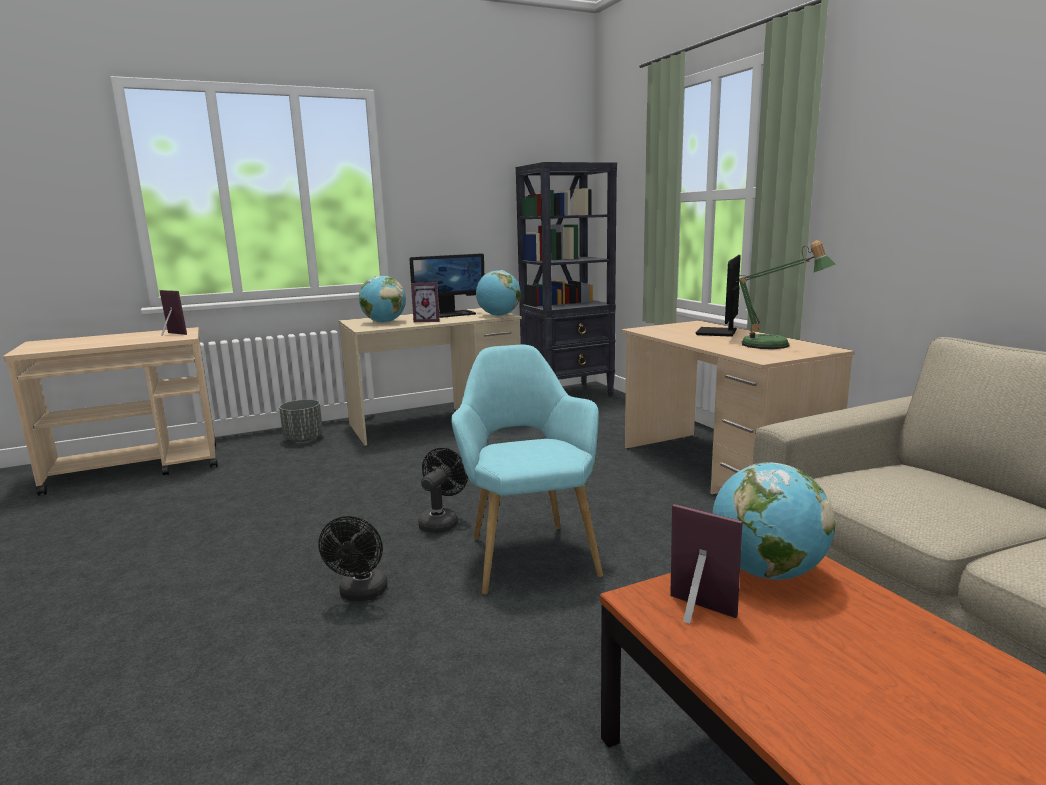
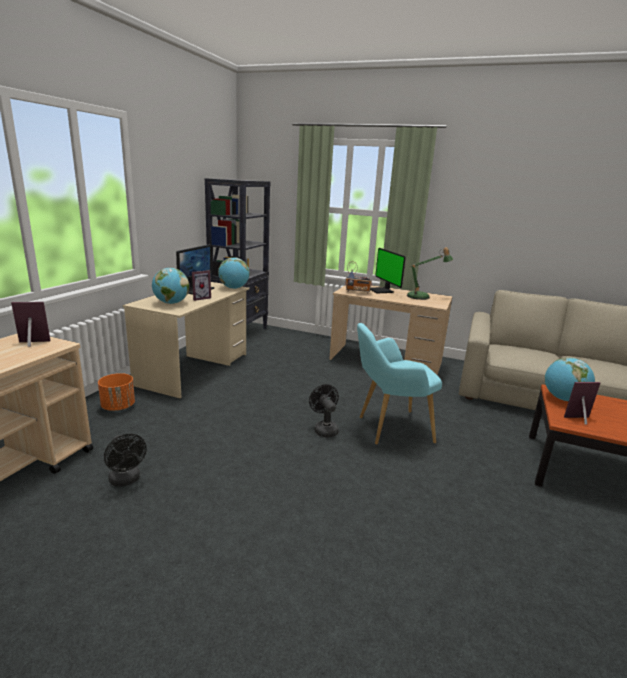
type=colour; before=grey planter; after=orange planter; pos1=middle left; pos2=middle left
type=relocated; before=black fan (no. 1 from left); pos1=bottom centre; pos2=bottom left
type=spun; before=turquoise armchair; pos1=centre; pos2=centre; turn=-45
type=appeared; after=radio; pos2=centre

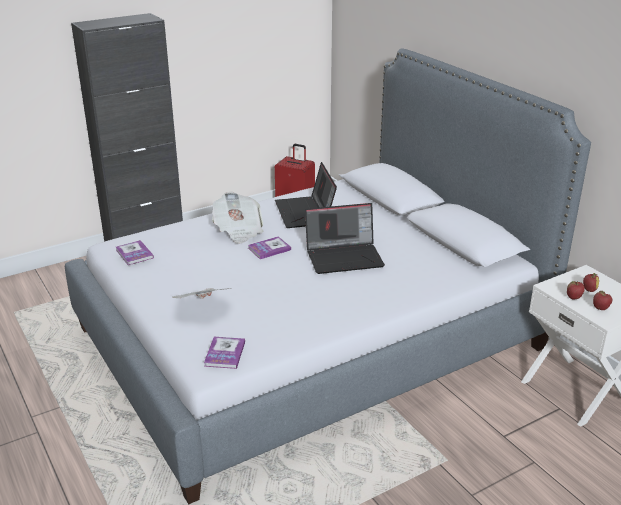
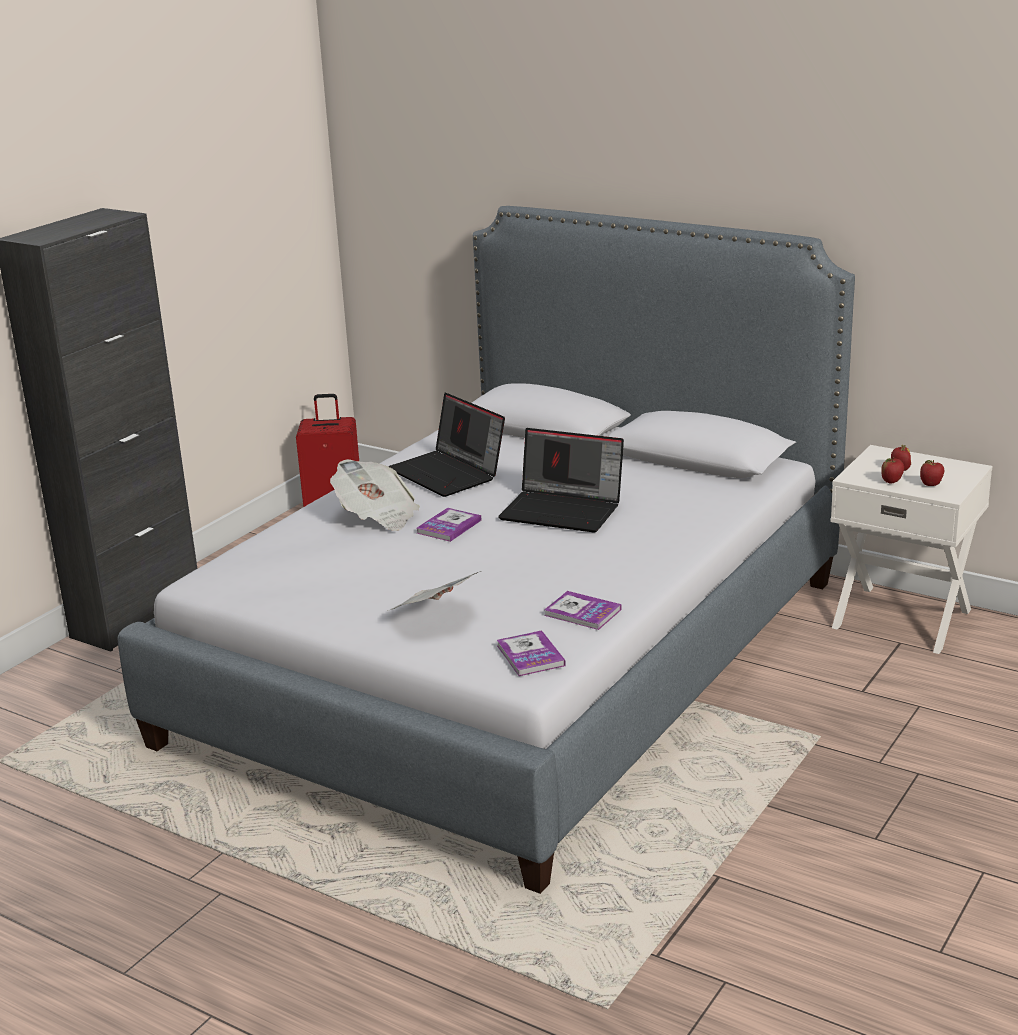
type=relocated; before=book (no. 1 from left in the first image); after=book (no. 3 from left); pos1=middle left; pos2=centre
type=spun; before=laptop (no. 2 from left); pos1=centre; pos2=centre; turn=60

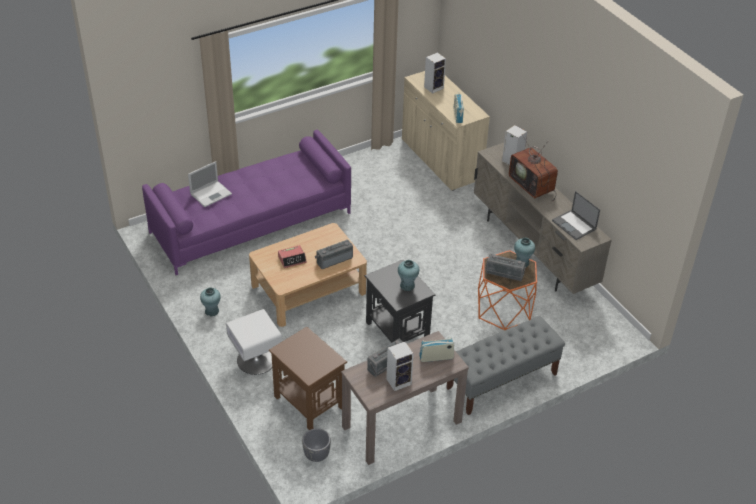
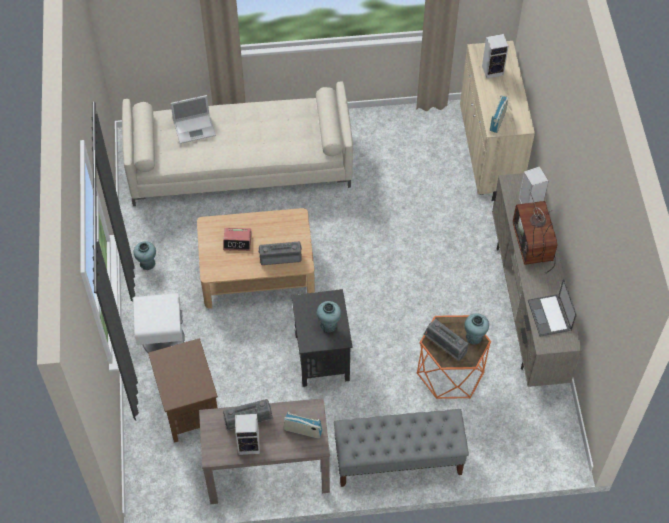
type=colour; before=purple sofa; after=beige sofa; pos1=middle left; pos2=top centre
type=missing; before=grey planter; pos1=bottom centre

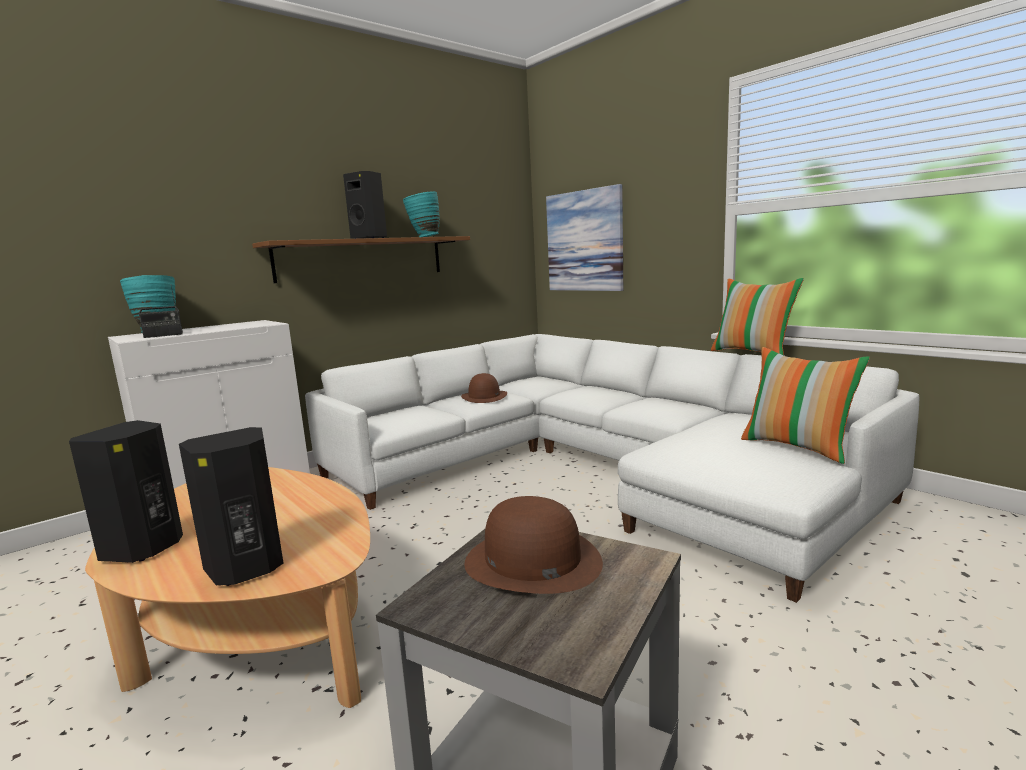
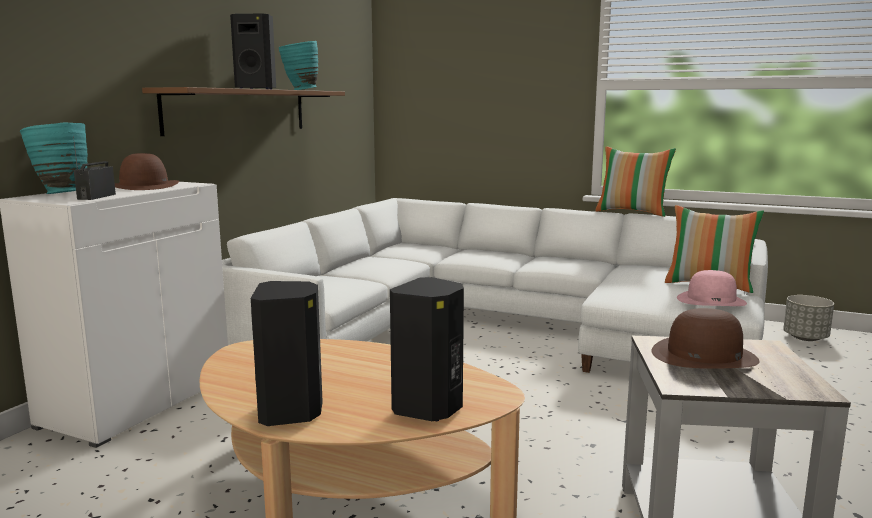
type=spun; before=radio; pos1=middle left; pos2=top left; turn=150
type=relocated; before=brown hat (no. 1 from left); pos1=centre; pos2=top left
type=missing; before=picture; pos1=top centre
type=appeared; after=pink hat; pos2=middle right
type=appeared; after=grey planter; pos2=middle right

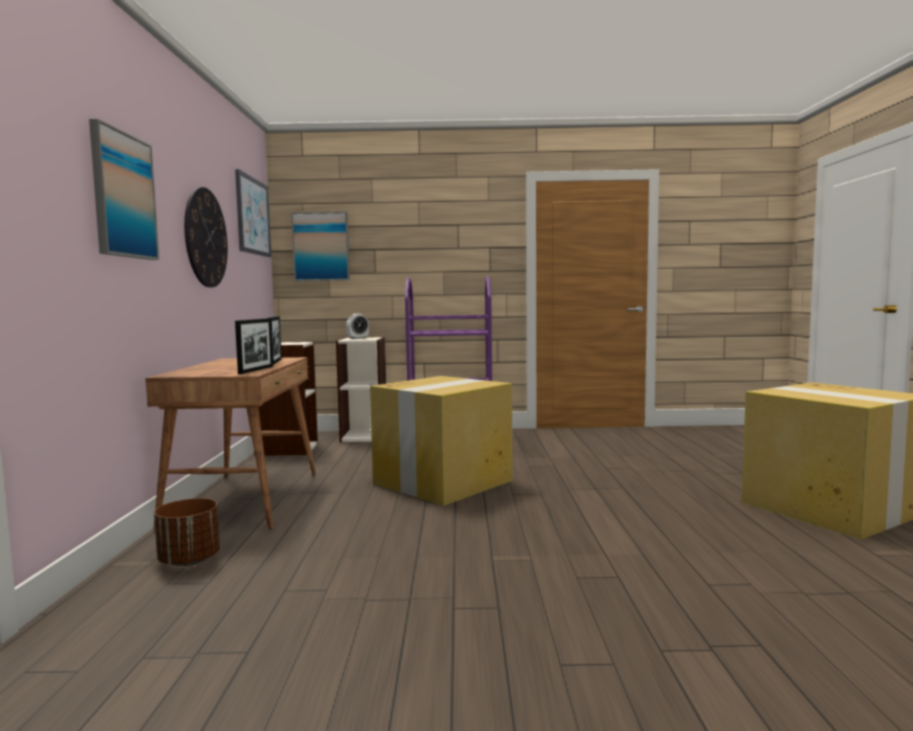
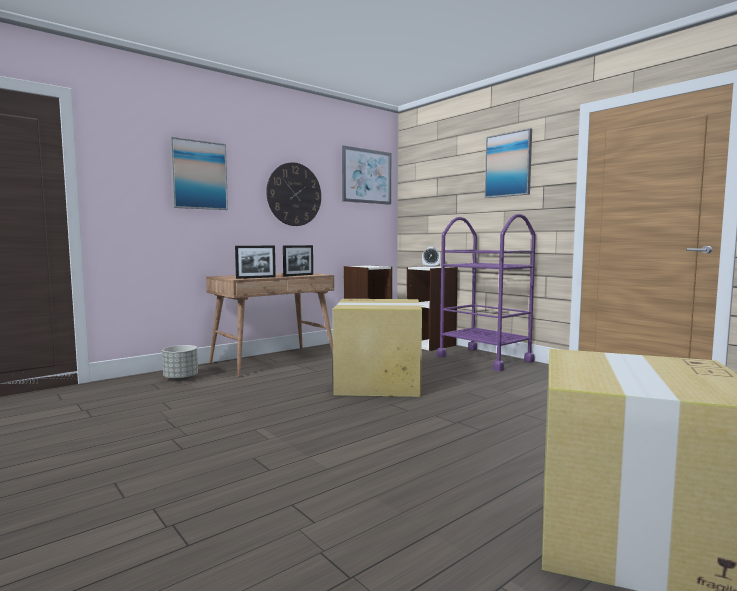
type=colour; before=brown planter; after=grey planter; pos1=bottom left; pos2=middle left
type=relocated; before=picture (no. 3 from left); pos1=centre; pos2=top right

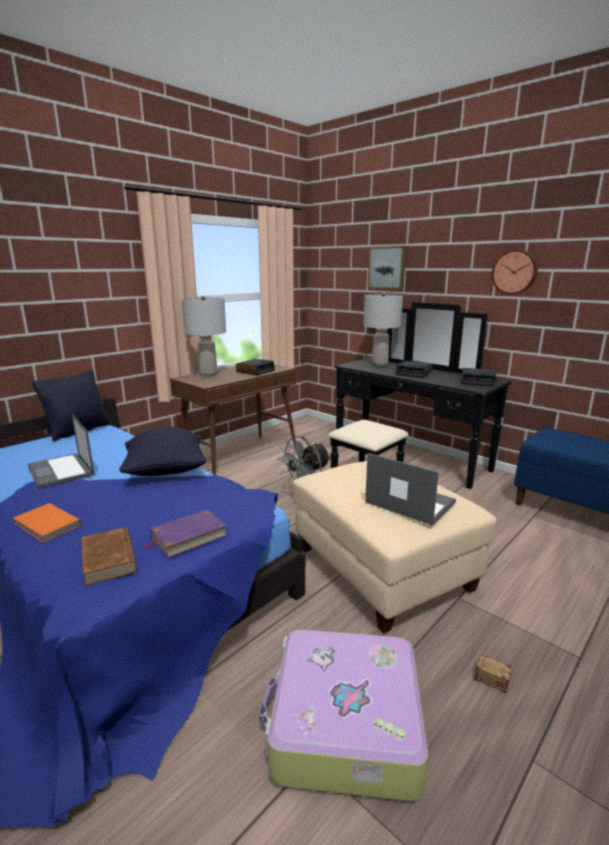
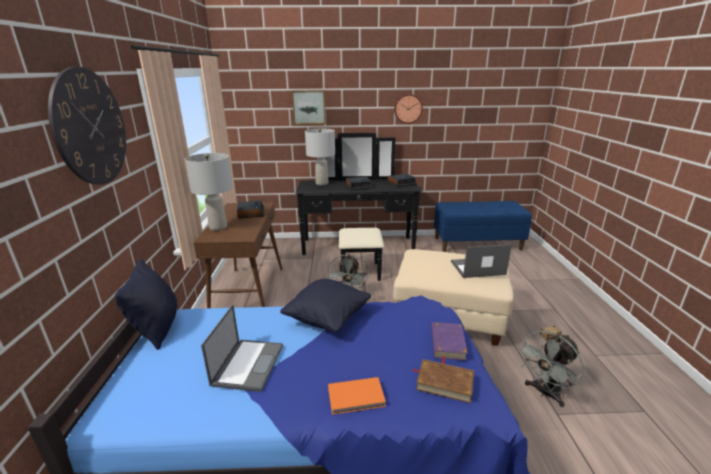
type=spun; before=laptop (no. 1 from left); pos1=middle left; pos2=bottom centre; turn=-90
type=exchanged; before=suitcase; after=grey fan (no. 2 from left); pos1=bottom centre; pos2=bottom right
type=appeared; after=wall clock (no. 1 from left); pos2=top left

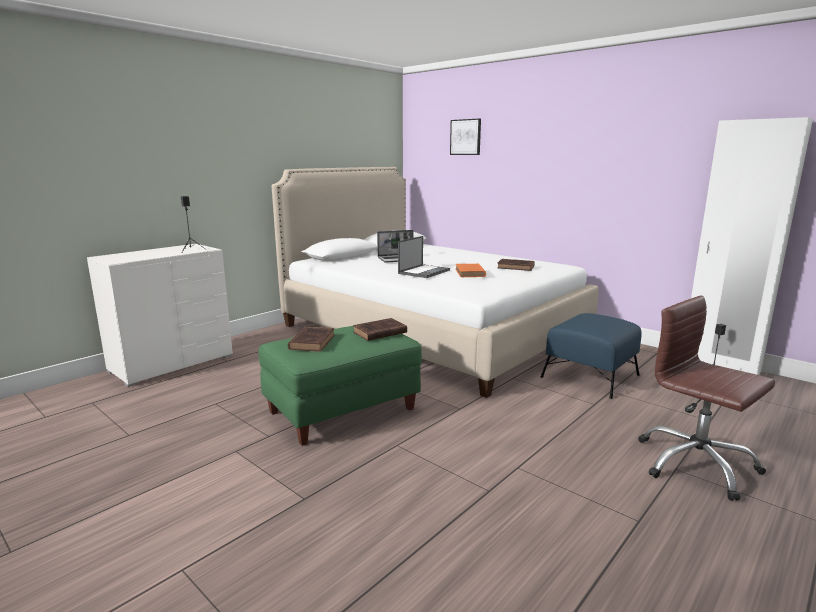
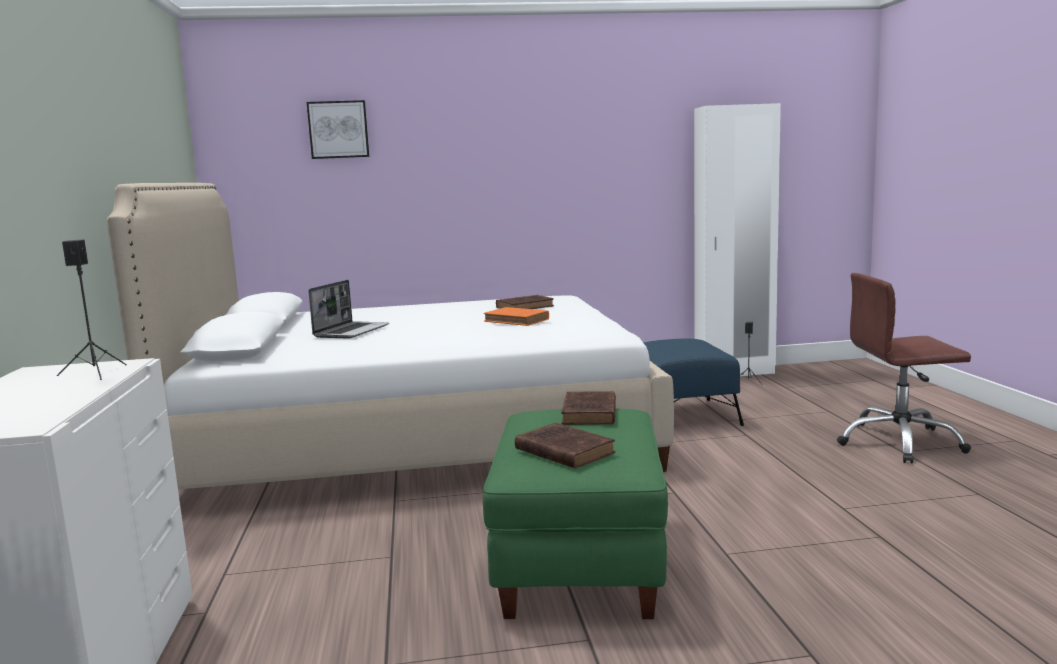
type=missing; before=laptop (no. 2 from left); pos1=centre

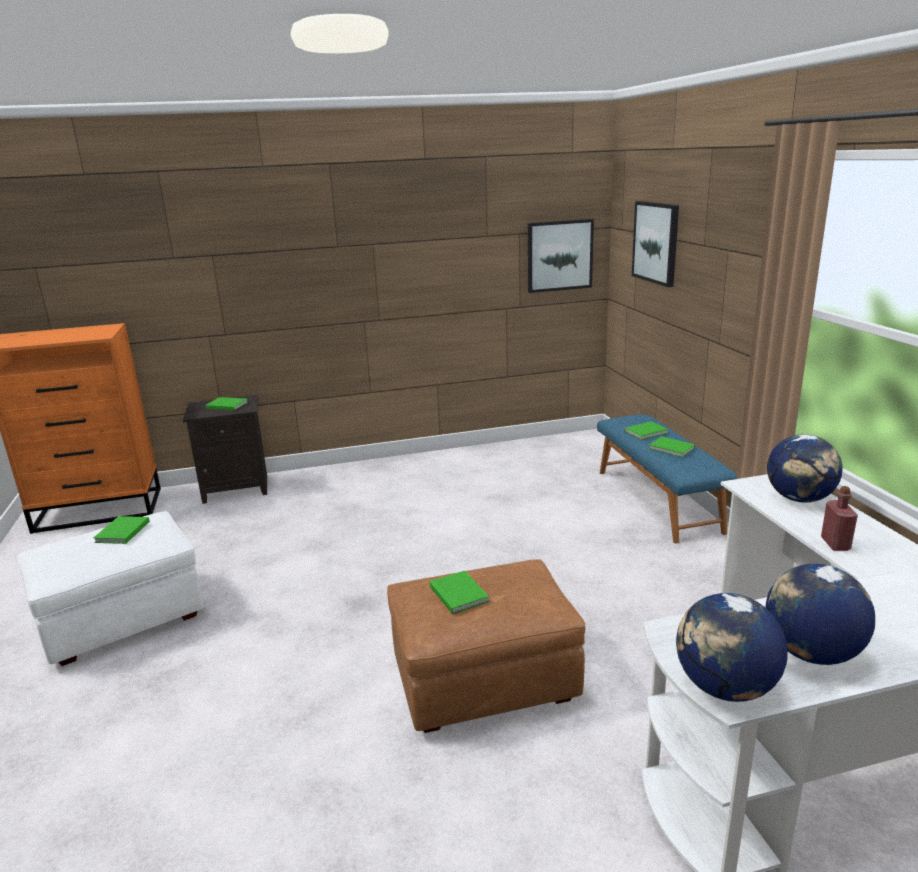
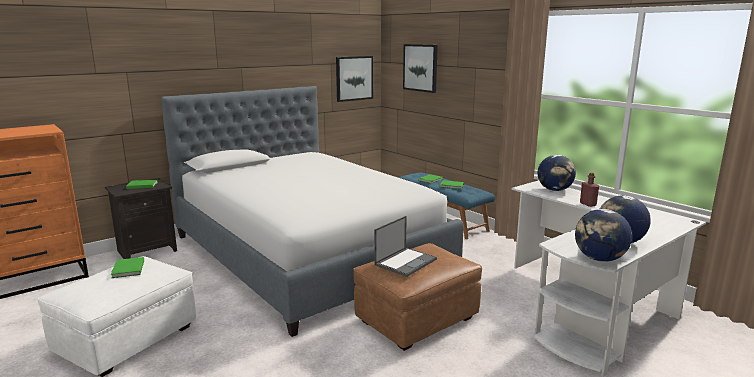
type=exchanged; before=green book (no. 3 from left); after=laptop; pos1=bottom centre; pos2=centre
type=appeared; after=bed; pos2=centre

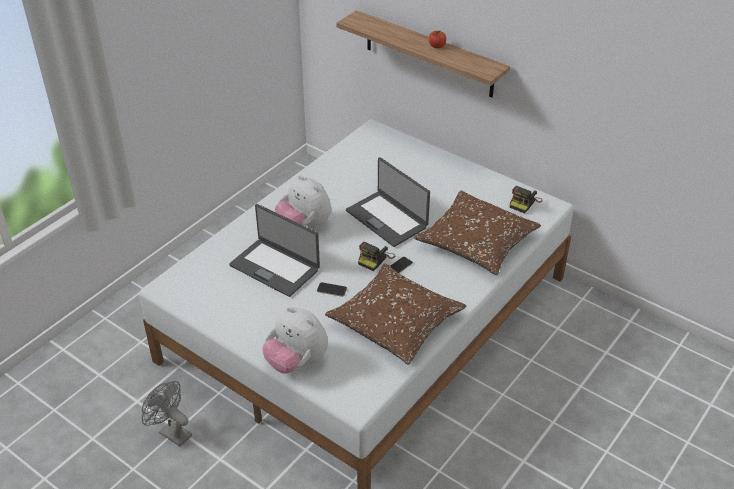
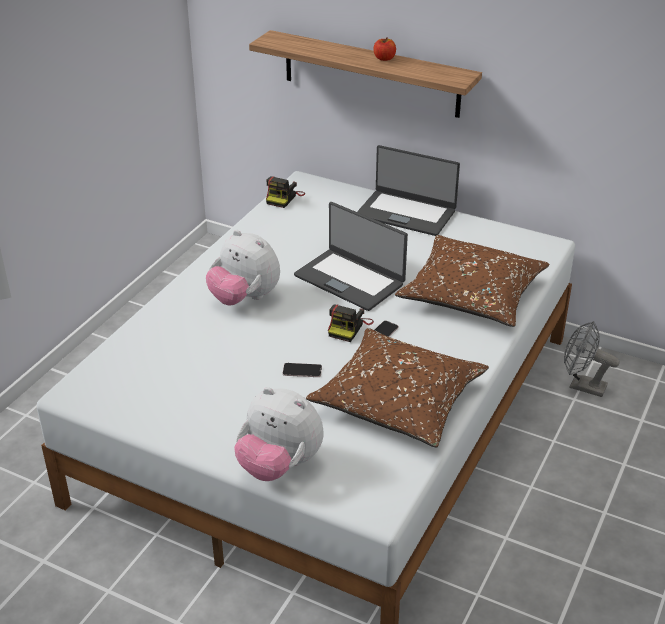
type=relocated; before=grey fan; pos1=bottom left; pos2=middle right
type=relocated; before=laptop (no. 1 from left in the first image); after=laptop (no. 2 from left); pos1=centre; pos2=top centre
type=relocated; before=photo camera (no. 2 from left in the first image); after=photo camera (no. 1 from left); pos1=middle right; pos2=top centre

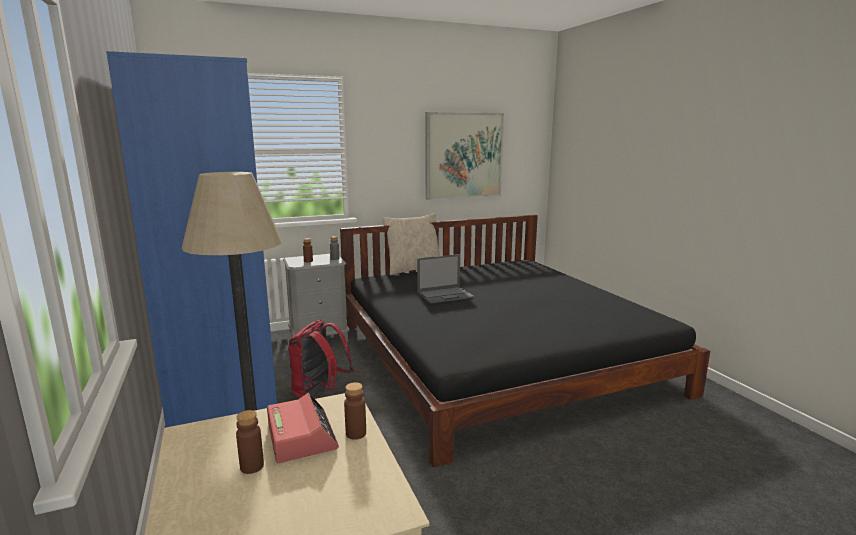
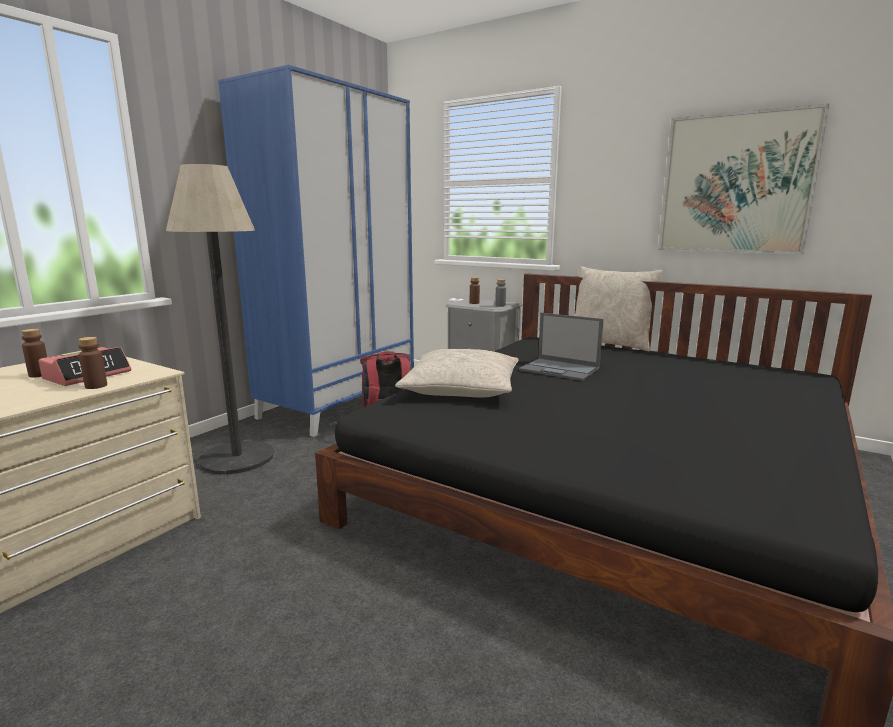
type=appeared; after=beige pillow (no. 1 from left); pos2=centre

